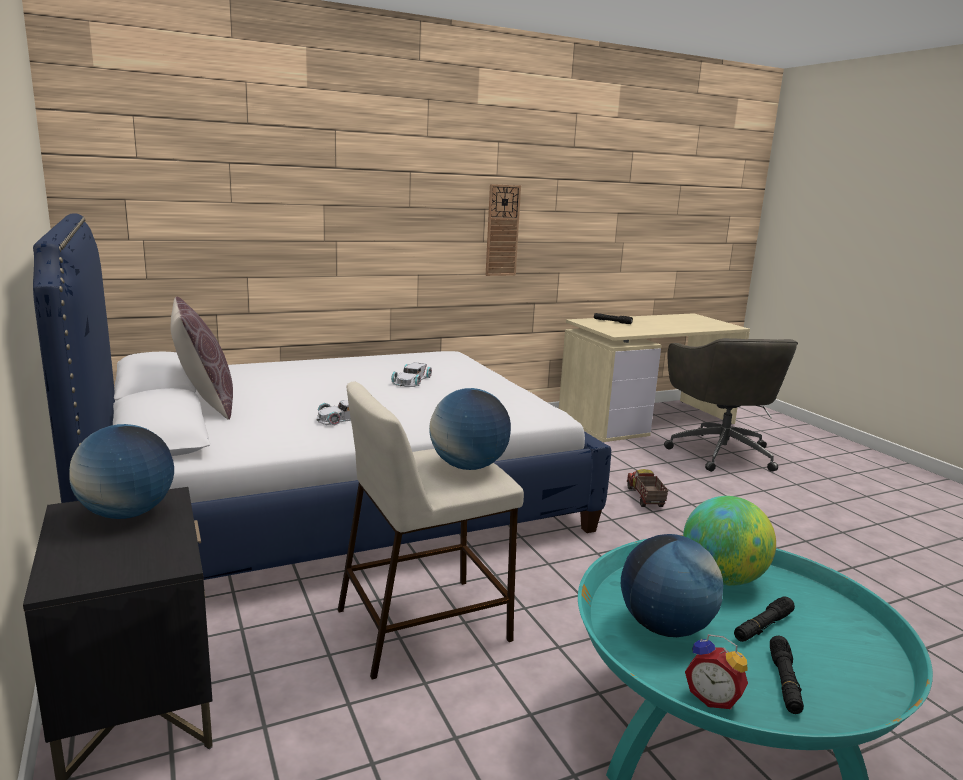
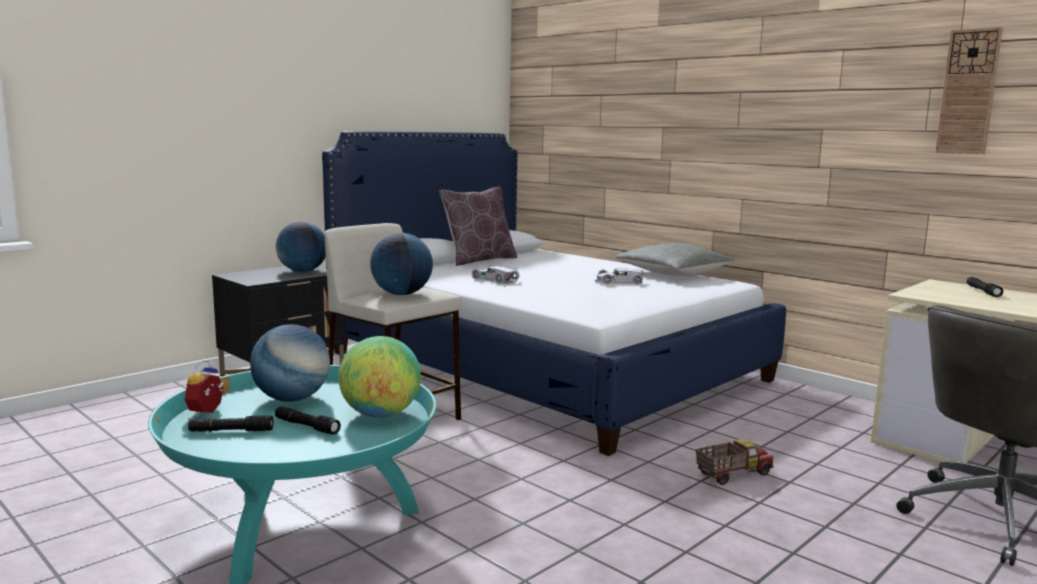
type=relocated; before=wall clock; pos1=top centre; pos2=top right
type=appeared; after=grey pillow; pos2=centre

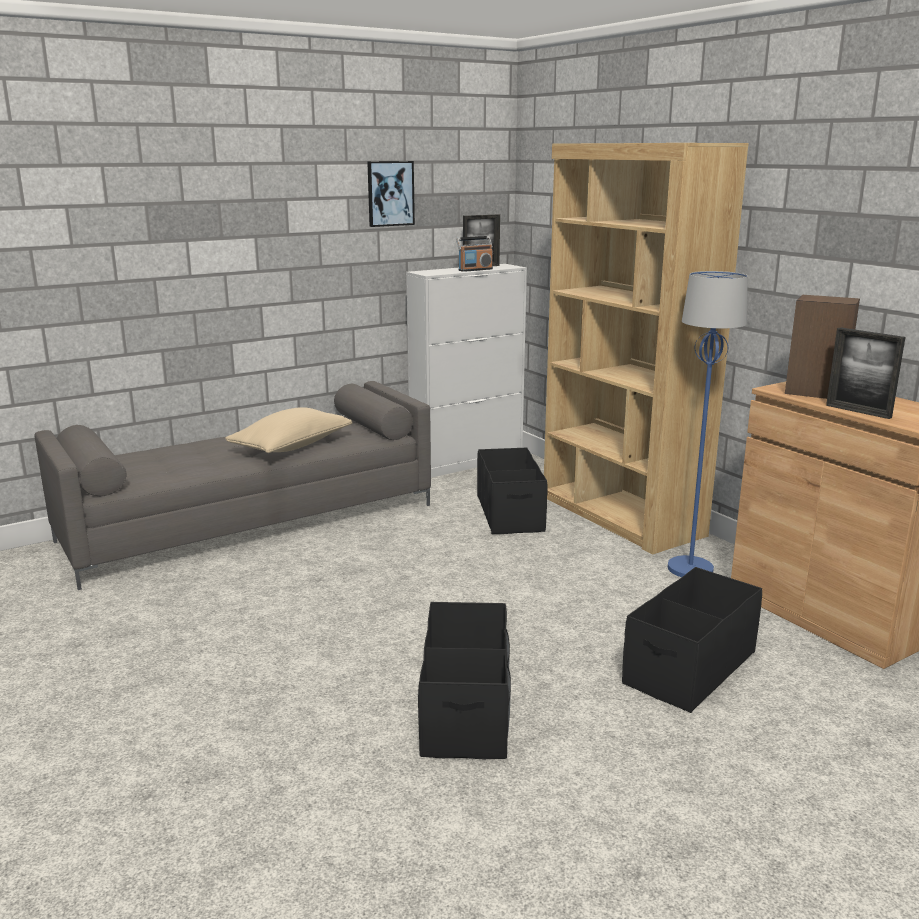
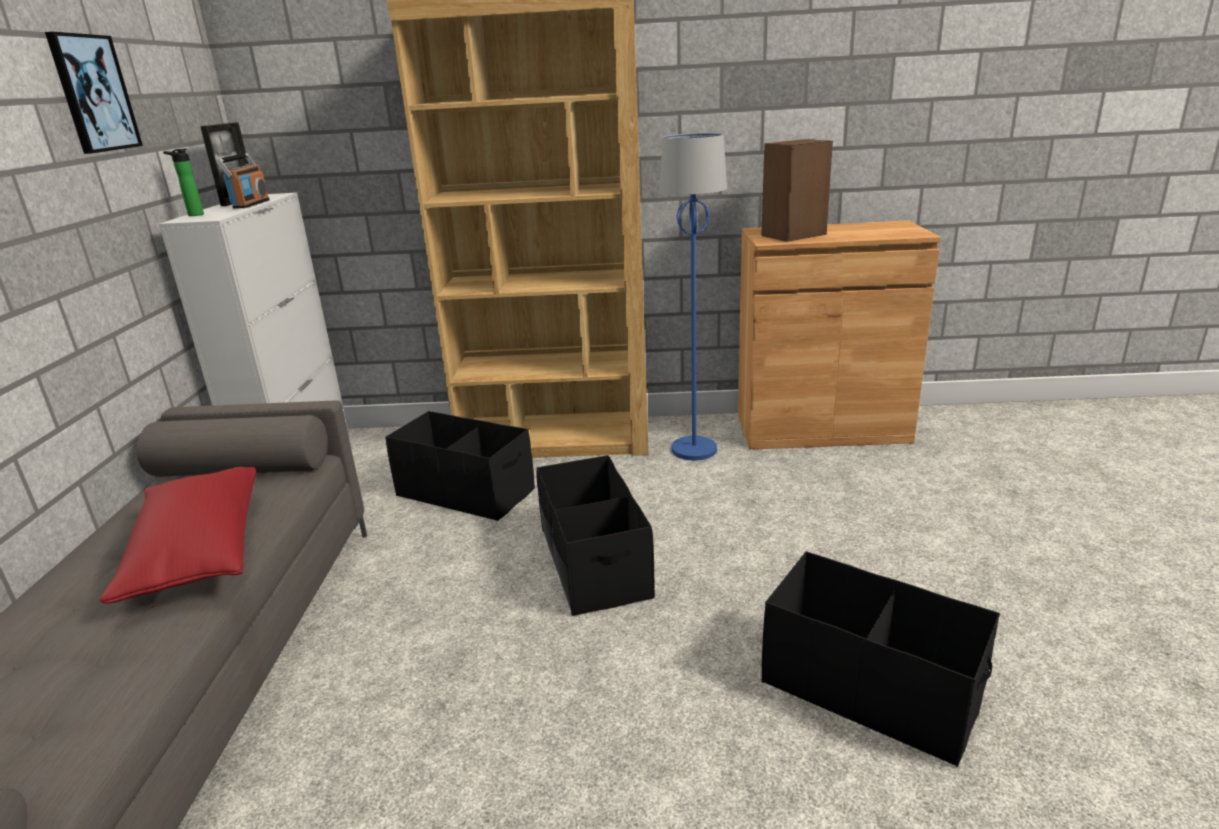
type=colour; before=beige pillow; after=red pillow; pos1=middle left; pos2=middle left
type=relocated; before=black storage box (no. 3 from left in the first image); after=black storage box (no. 2 from left); pos1=bottom right; pos2=centre
type=missing; before=picture frame (no. 2 from left); pos1=middle right
type=appeared; after=bottle; pos2=top left

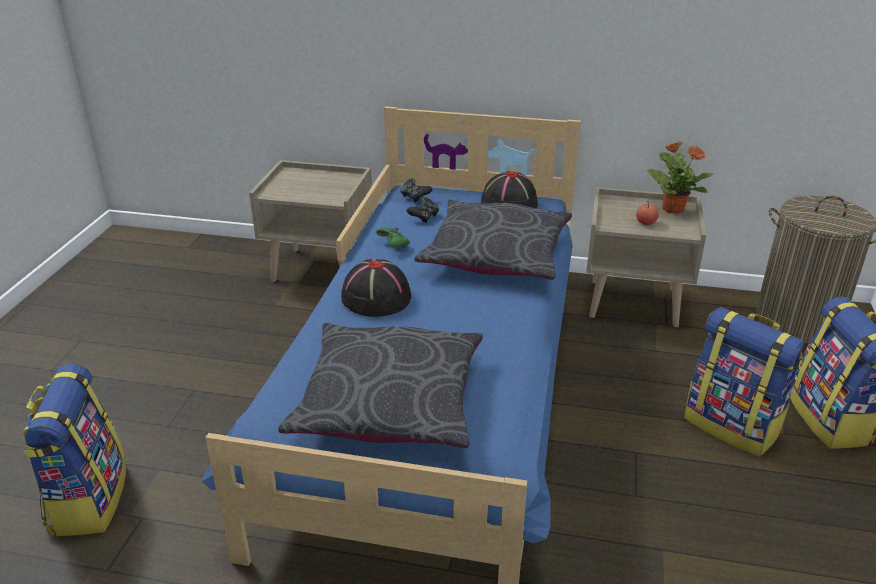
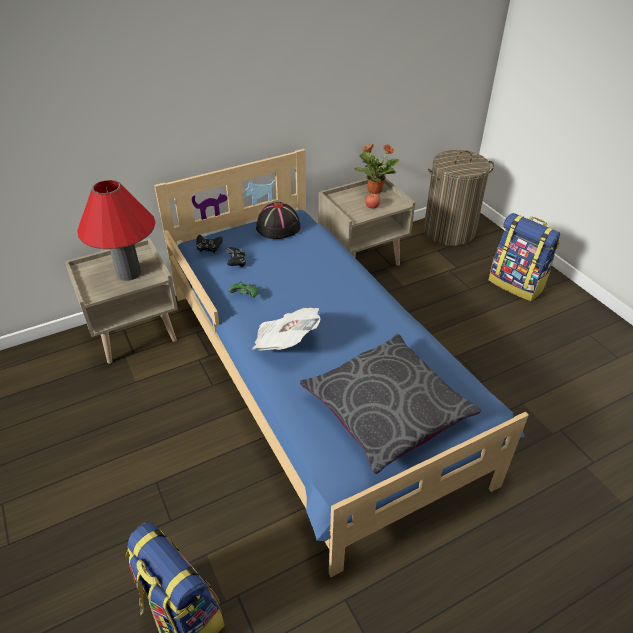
type=exchanged; before=black hat (no. 1 from left); after=newspaper; pos1=centre; pos2=centre
type=missing; before=grey pillow (no. 2 from left); pos1=centre
type=missing; before=backpack (no. 2 from left); pos1=middle right
type=appeared; after=red table lamp; pos2=middle left

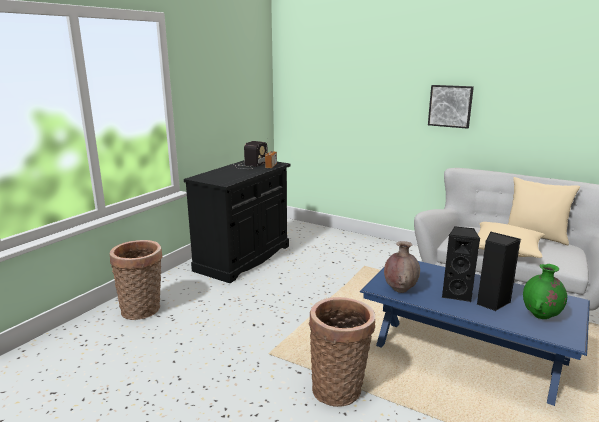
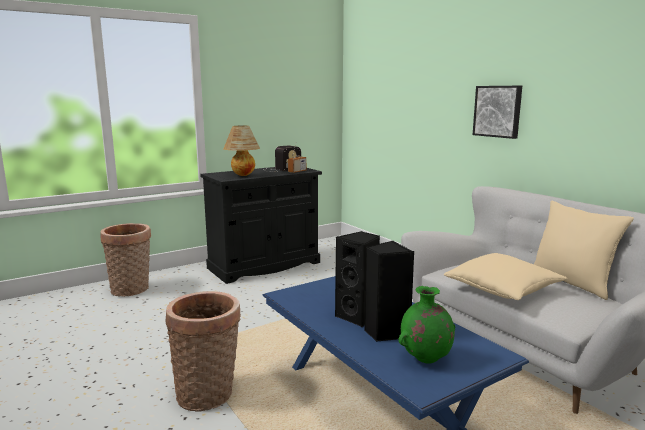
type=missing; before=brown vase; pos1=middle right
type=appeared; after=table lamp; pos2=centre

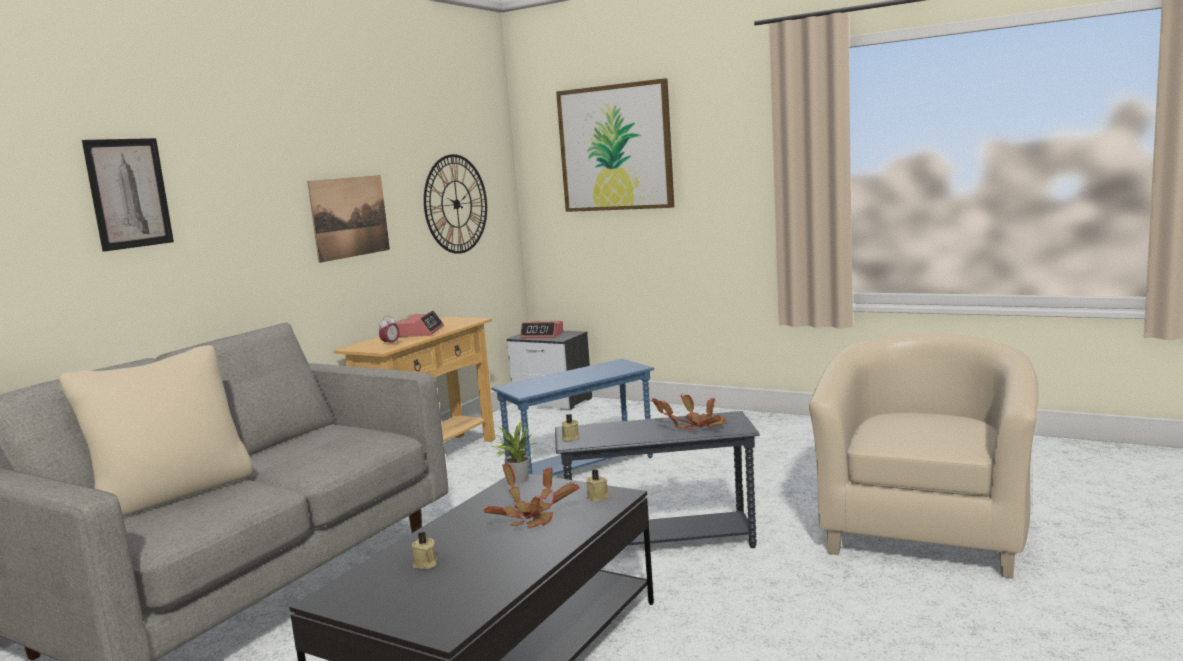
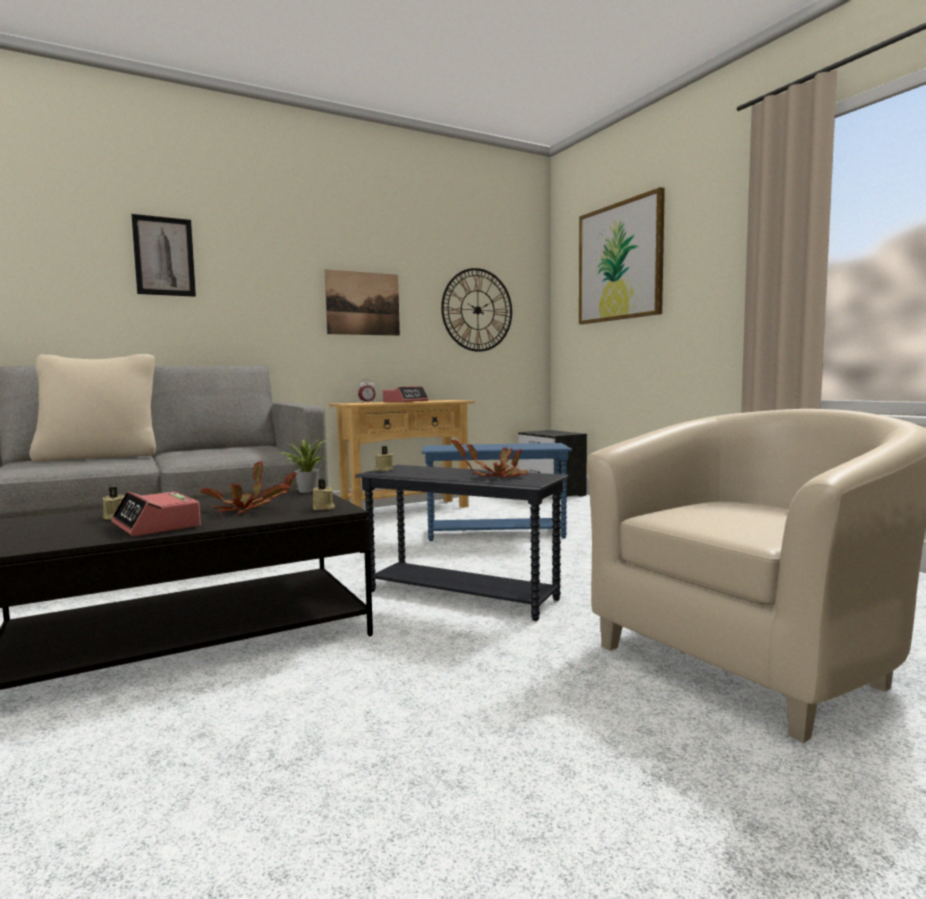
type=relocated; before=alarm clock (no. 3 from left in the first image); after=alarm clock (no. 1 from left); pos1=centre; pos2=middle left

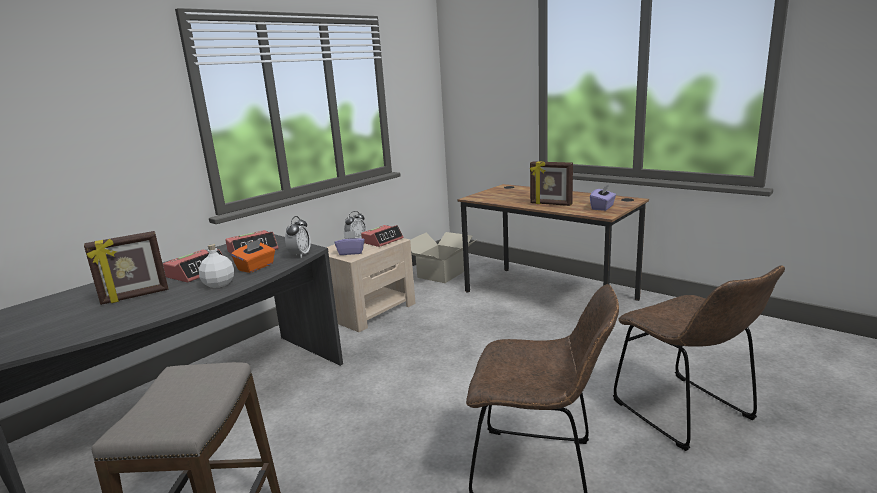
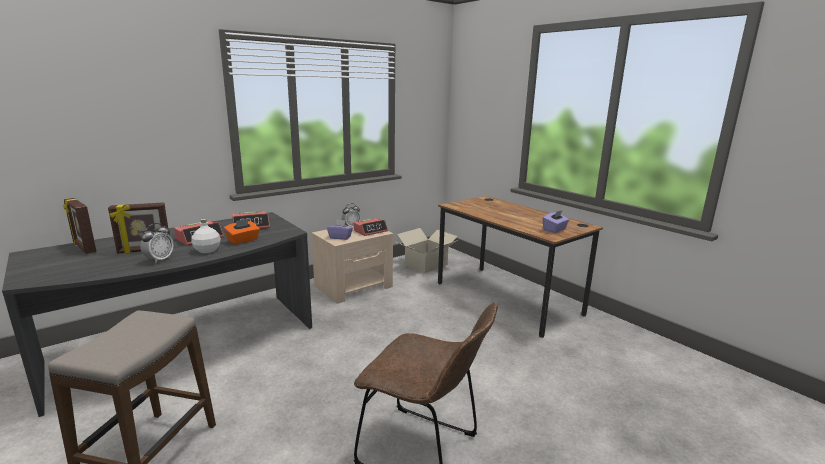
type=relocated; before=alarm clock (no. 3 from left in the first image); after=alarm clock (no. 1 from left); pos1=centre; pos2=middle left
type=relocated; before=picture frame (no. 2 from left in the first image); after=picture frame (no. 1 from left); pos1=centre; pos2=middle left
type=missing; before=brown chair (no. 2 from left); pos1=bottom right

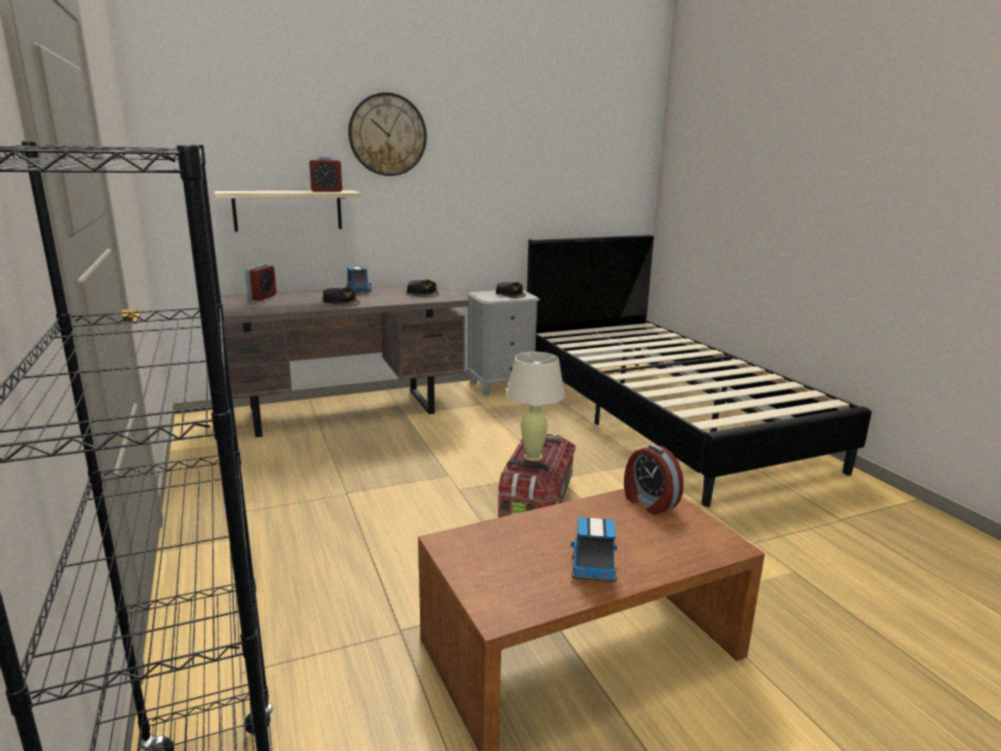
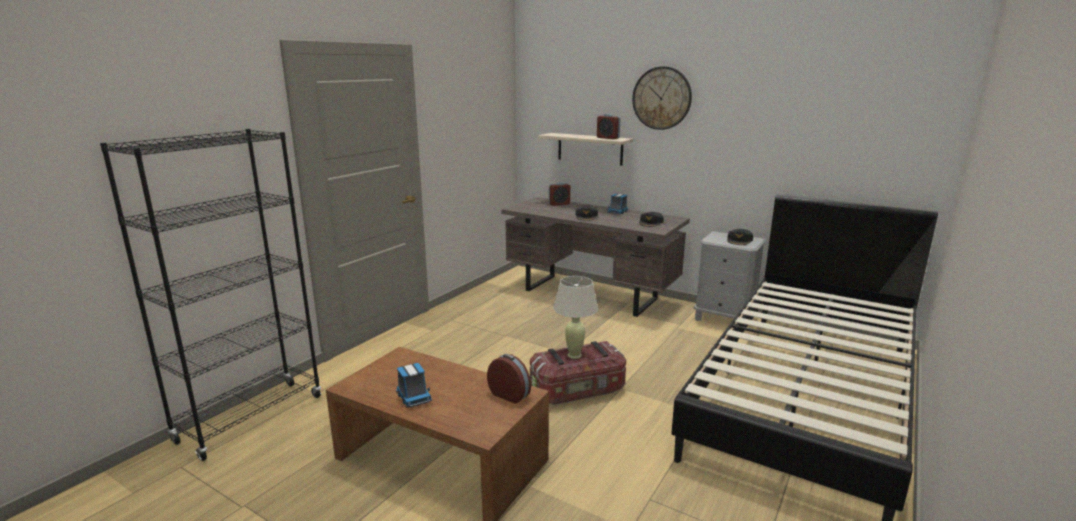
type=spun; before=toy truck (no. 2 from left in the first image); pos1=bottom centre; pos2=bottom centre; turn=90
type=spun; before=alarm clock (no. 3 from left in the first image); pos1=centre; pos2=bottom centre; turn=105

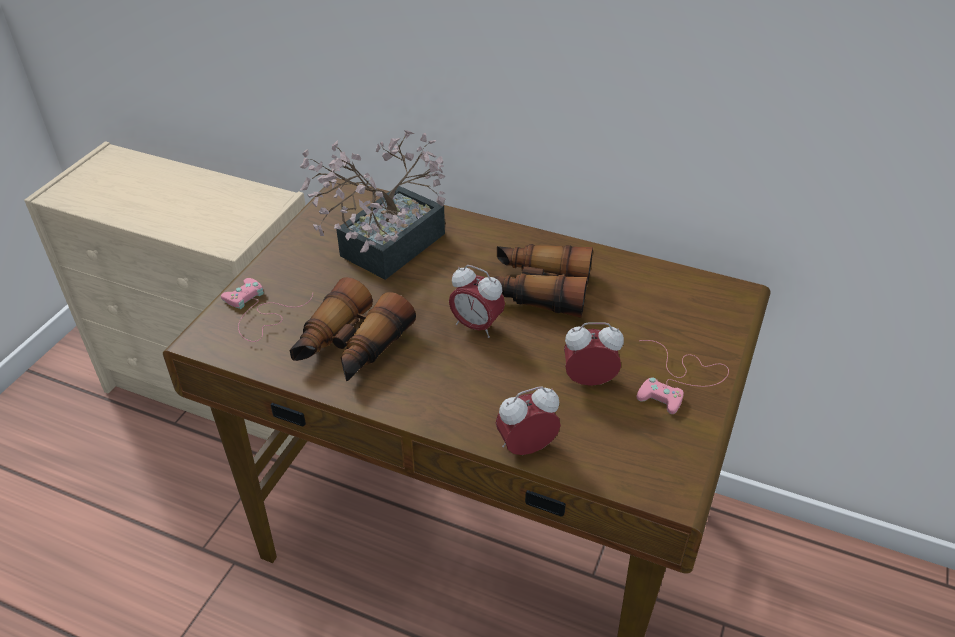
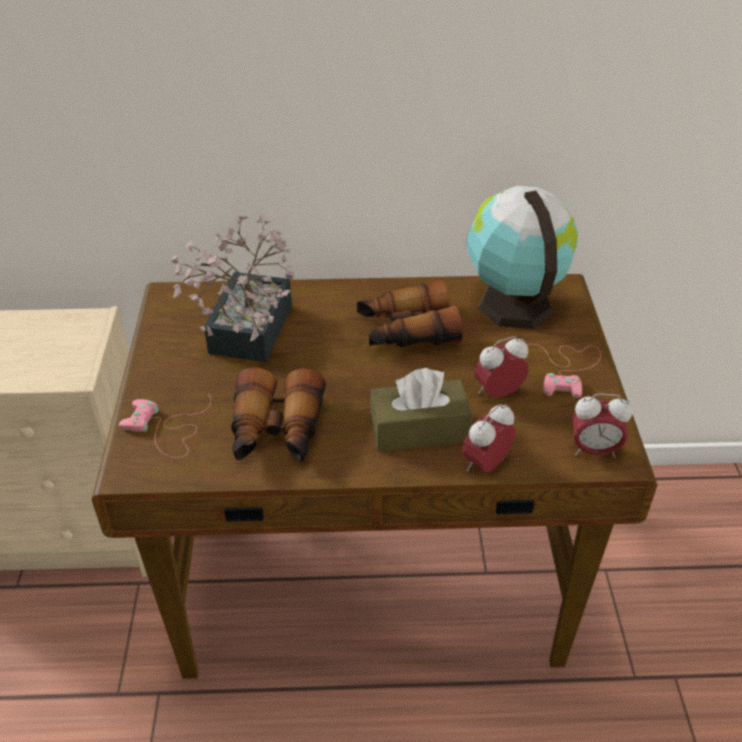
type=relocated; before=alarm clock (no. 1 from left in the first image); after=alarm clock (no. 3 from left); pos1=centre; pos2=middle right
type=appeared; after=brown tissue box; pos2=centre
type=appeared; after=globe; pos2=middle right

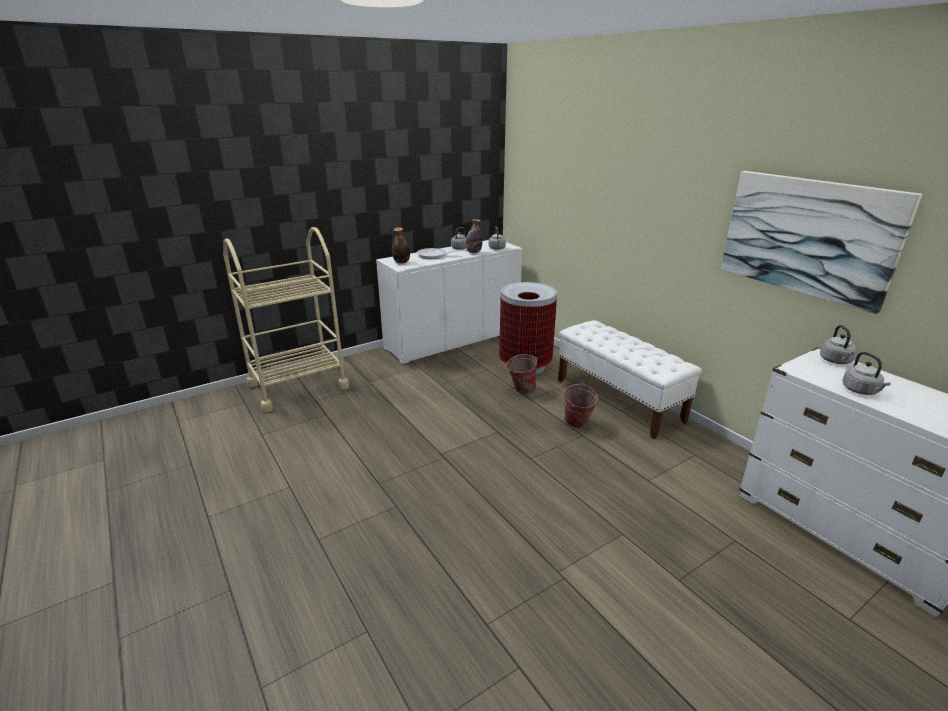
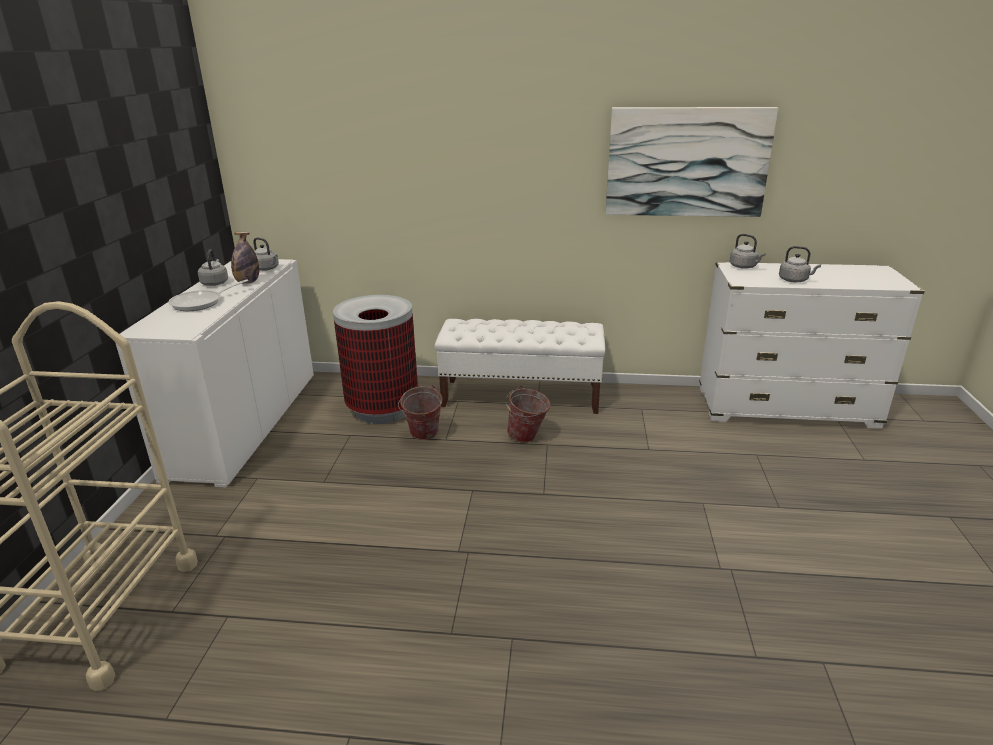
type=missing; before=bottle (no. 1 from left); pos1=centre

